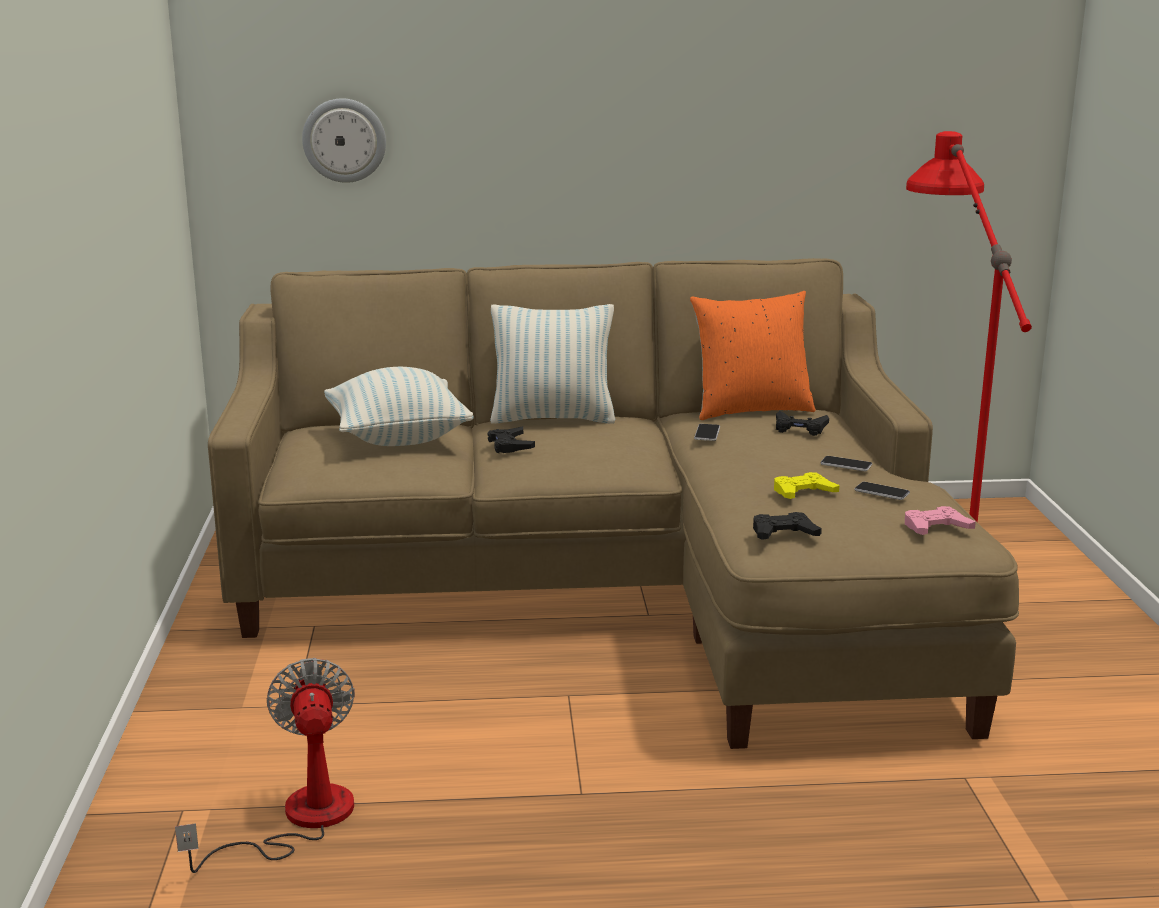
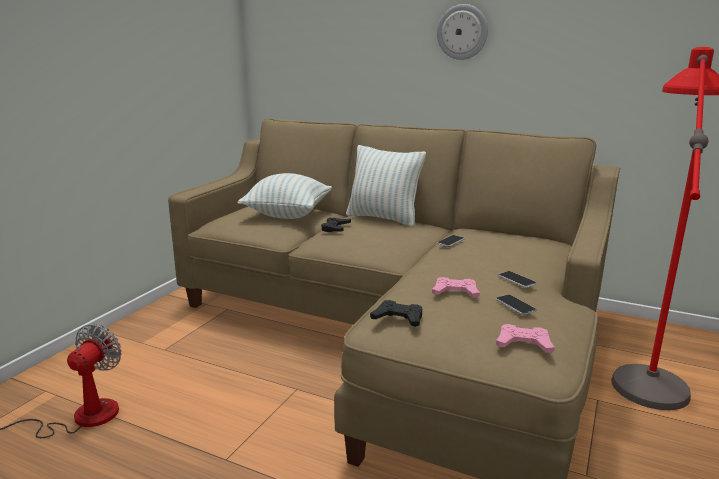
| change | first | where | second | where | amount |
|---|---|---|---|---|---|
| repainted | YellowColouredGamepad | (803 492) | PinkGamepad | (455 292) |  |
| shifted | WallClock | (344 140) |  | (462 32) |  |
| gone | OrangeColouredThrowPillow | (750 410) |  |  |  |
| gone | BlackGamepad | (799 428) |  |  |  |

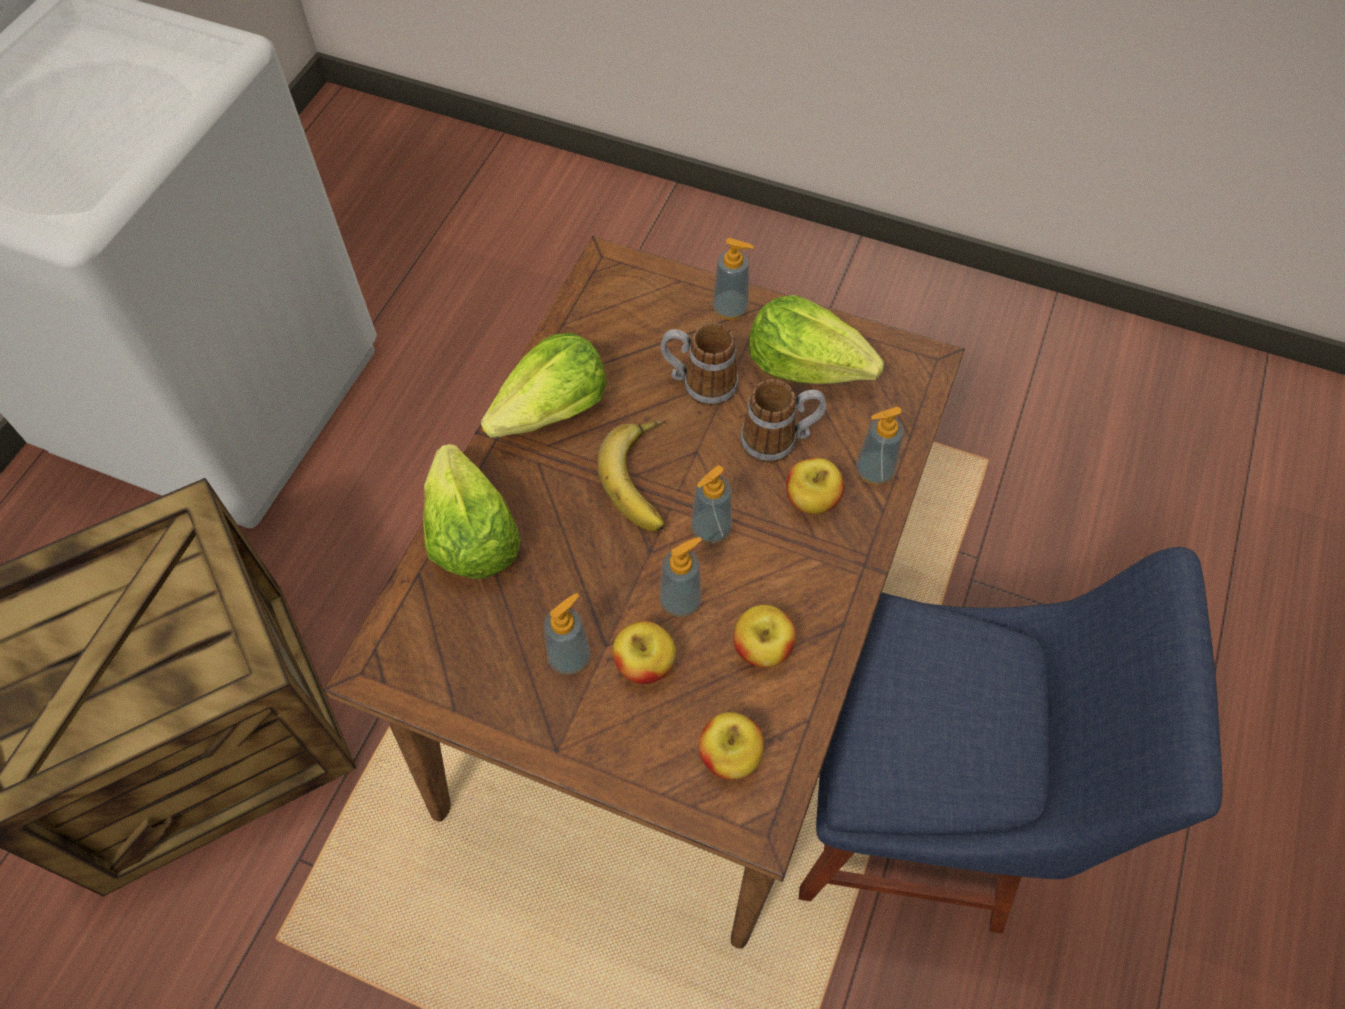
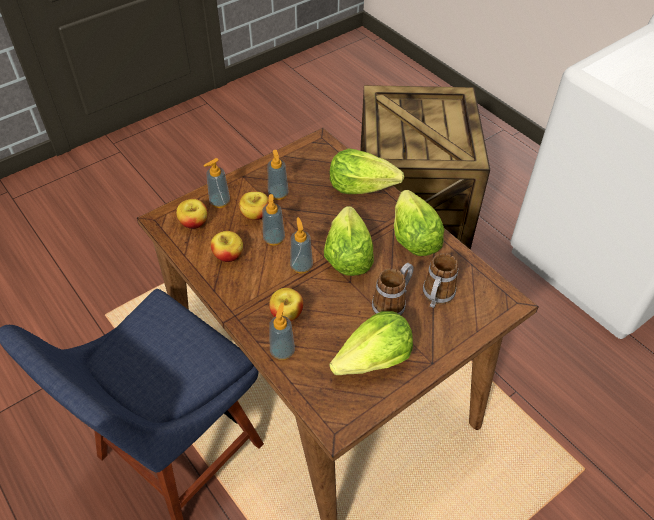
| change | first | where | second | where | amount |
|---|---|---|---|---|---|
| shifted | LiquidSoapBottle | (730 308) |  | (219 202) |  |
| swapped | Banana | (647 479) | Lettuce | (347 255) |  |
| shifted | CoffeeMug | (779 440) |  | (436 297) |  |

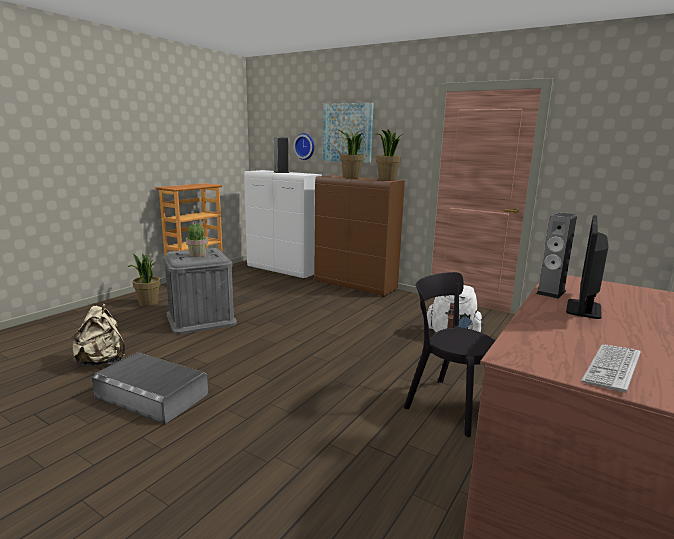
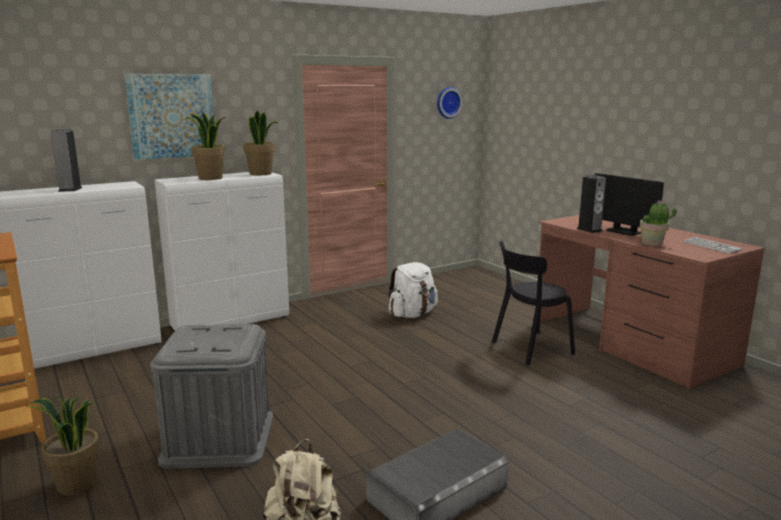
| change | first | where | second | where | amount |
|---|---|---|---|---|---|
| repainted | BrownCupboard | (355 286) | WhiteColouredCupboard | (231 321) |  |
| shifted | WallClock | (305 146) |  | (447 102) |  |
| shifted | Houseplant | (197 255) |  | (652 243) |  |

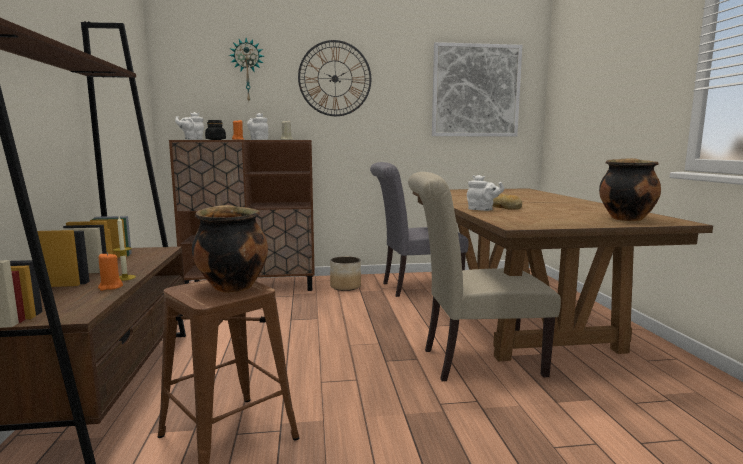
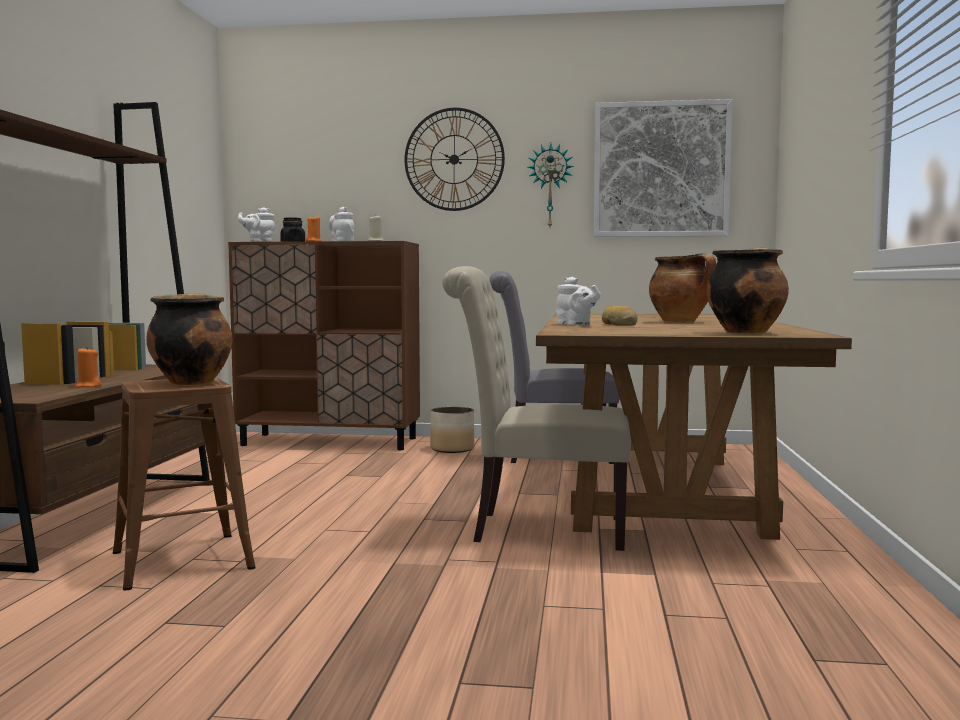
| change | first | where | second | where | amount |
|---|---|---|---|---|---|
| shifted | WallClock | (247 70) |  | (550 186) |  |
| new |  |  | CookingPot | (681 322) |  |
| gone | WaxLight | (125 278) |  |  |  |

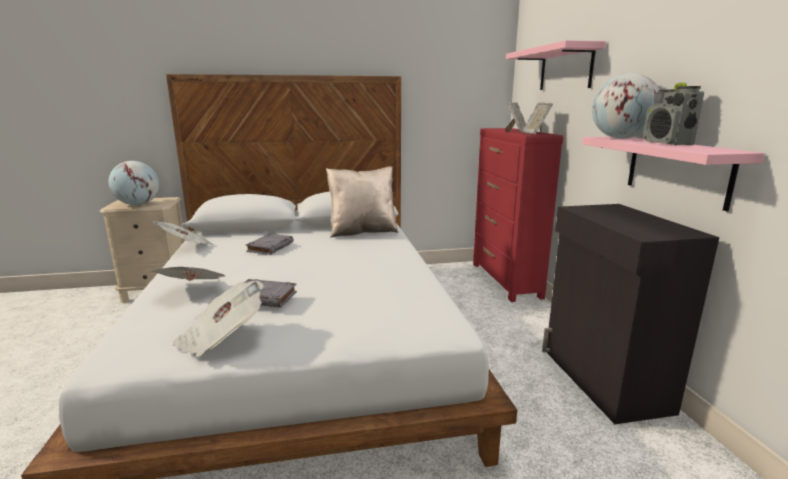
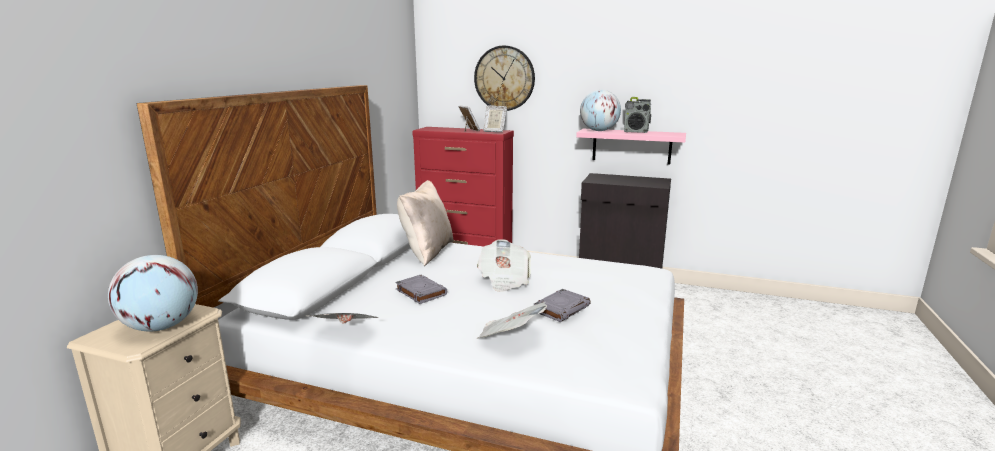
| change | first | where | second | where | amount |
|---|---|---|---|---|---|
| swapped | PinkBracketShelf | (565 69) | WallClock | (504 78) |  |
| shifted | Newspaper | (221 338) |  | (504 280) |  |

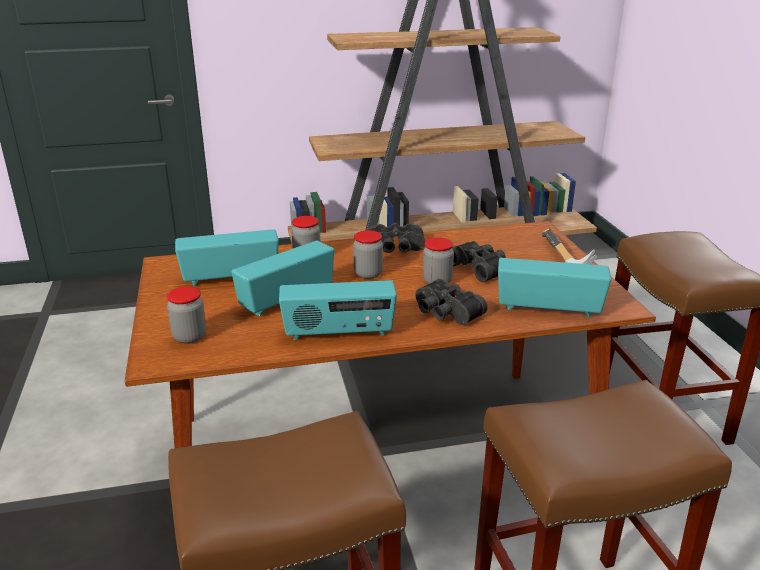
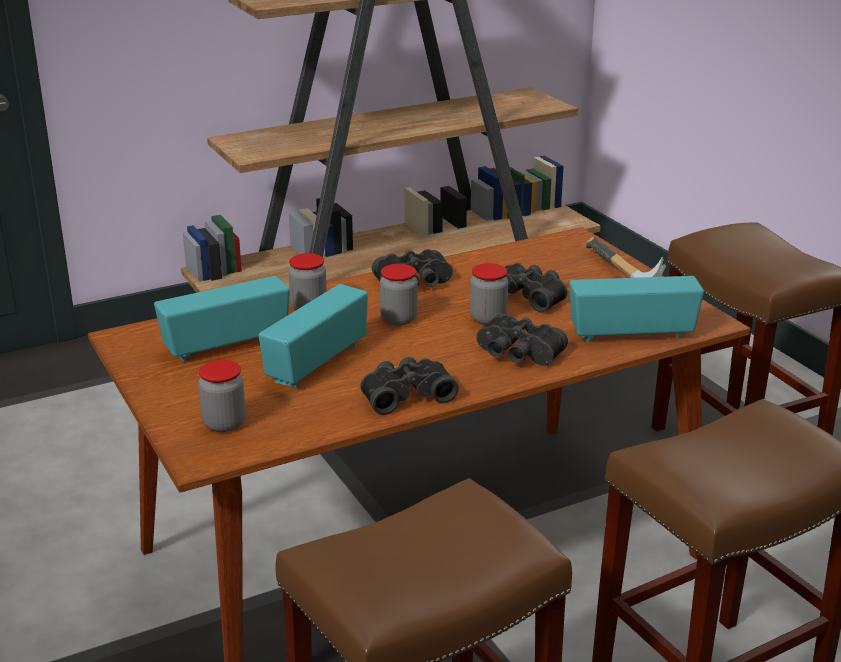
| change | first | where | second | where | amount |
|---|---|---|---|---|---|
| swapped | Radio | (339 333) | BlackBinoculars | (406 394) |  |

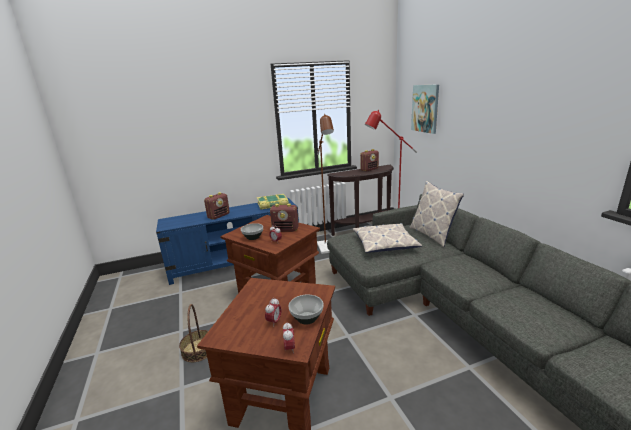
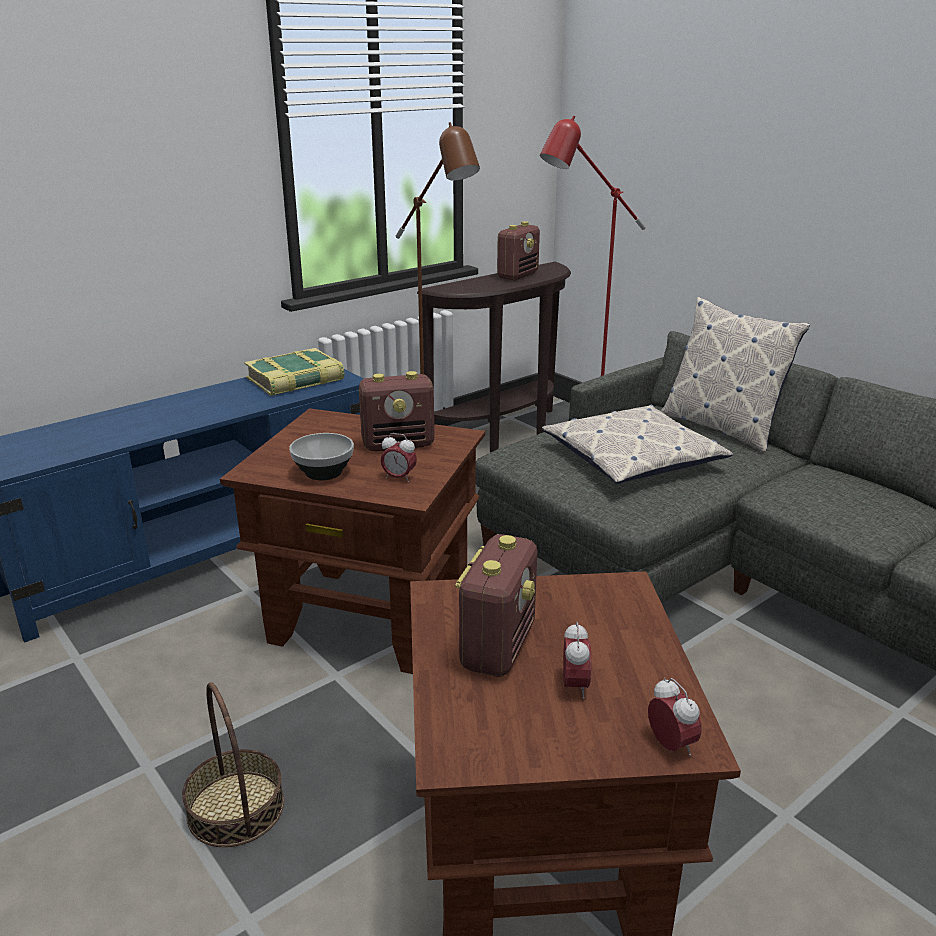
| change | first | where | second | where | amount |
|---|---|---|---|---|---|
| shifted | Radio | (219 216) |  | (497 646) |  |
| gone | DeepDish | (307 318) |  |  |  |
| gone | WallArt | (425 108) |  |  |  |

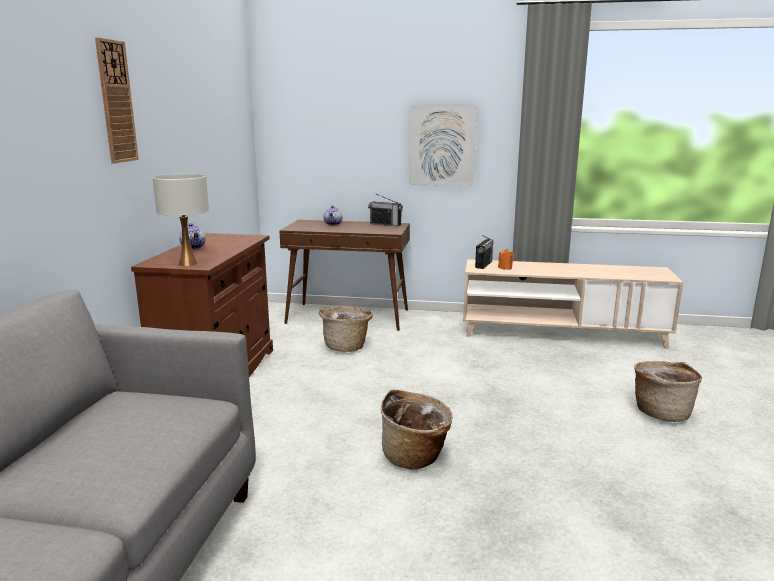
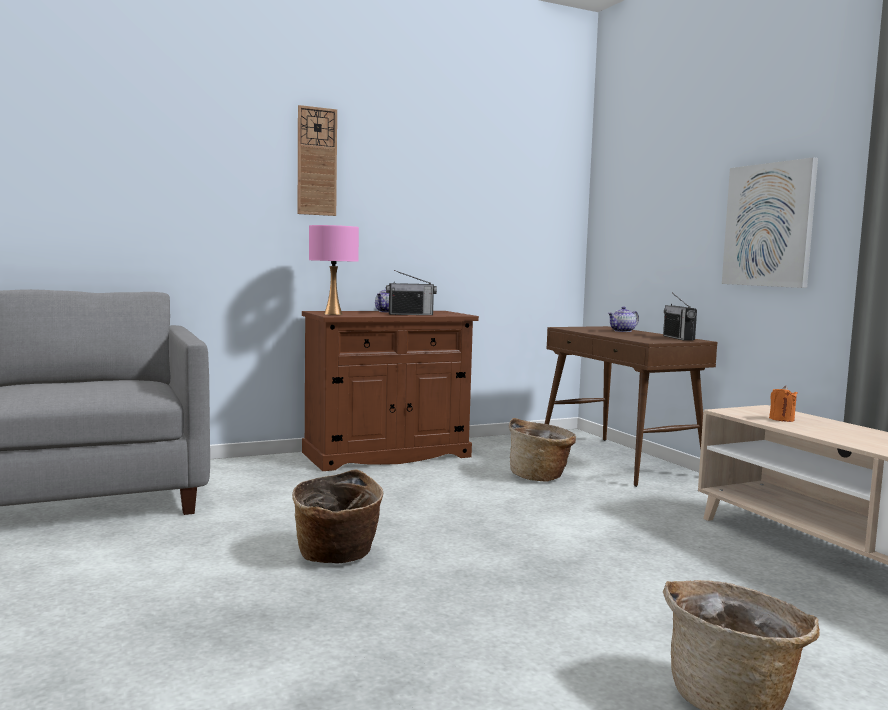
| change | first | where | second | where | amount |
|---|---|---|---|---|---|
| repainted | WhiteColouredLampForATable | (188 263) | PinkLampForATable | (333 314) |  |
| shifted | Radio | (483 264) |  | (410 314) |  |

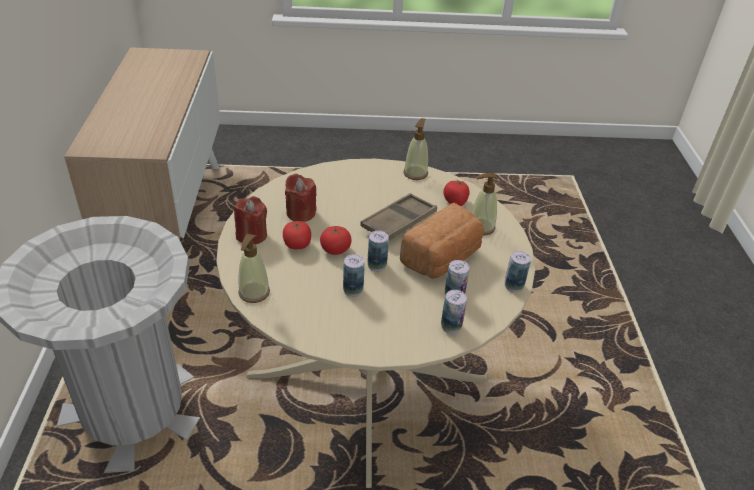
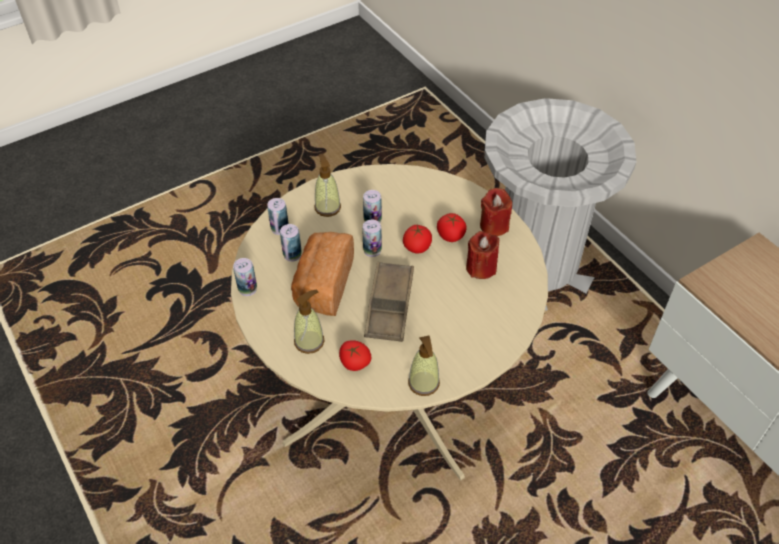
| change | first | where | second | where | amount |
|---|---|---|---|---|---|
| shifted | LiquidSoapBottle | (254 293) |  | (327 207) |  |

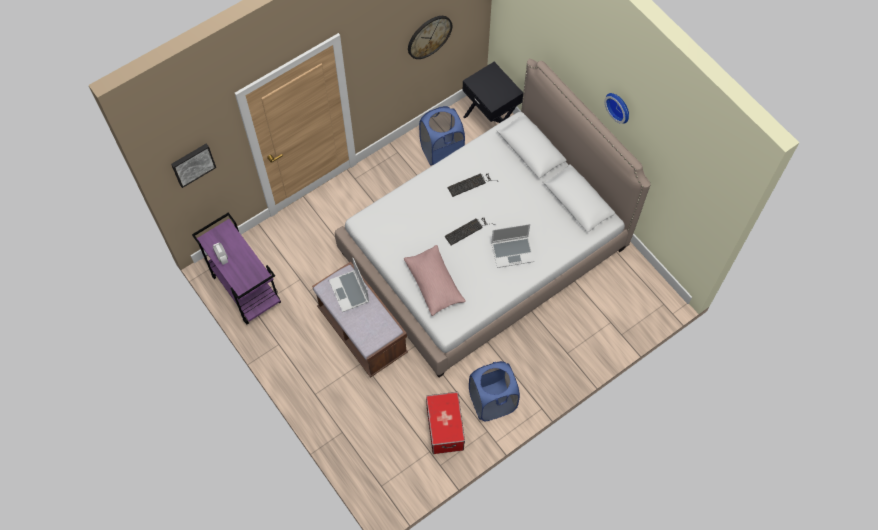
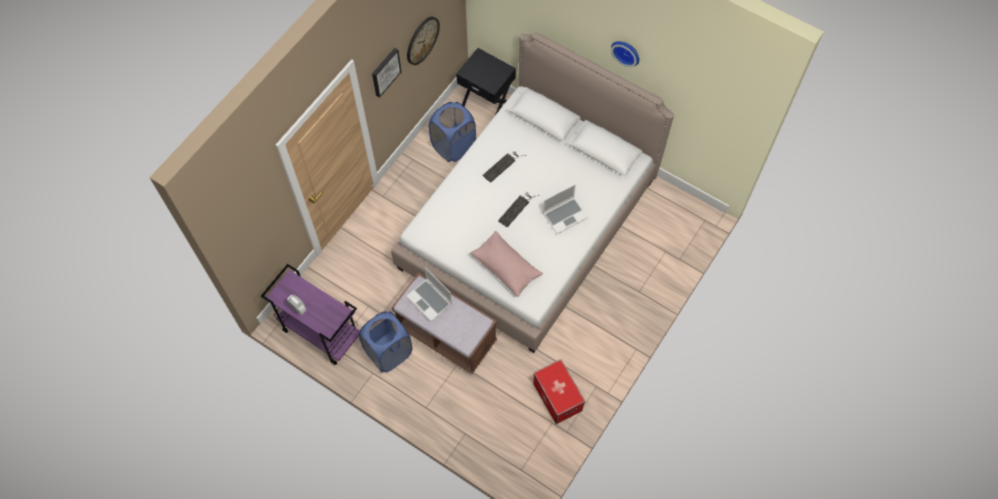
| change | first | where | second | where | amount |
|---|---|---|---|---|---|
| shifted | BlueLaundryBasket | (492 402) |  | (388 352) |  |
| shifted | WallArt | (192 164) |  | (385 71) |  |

